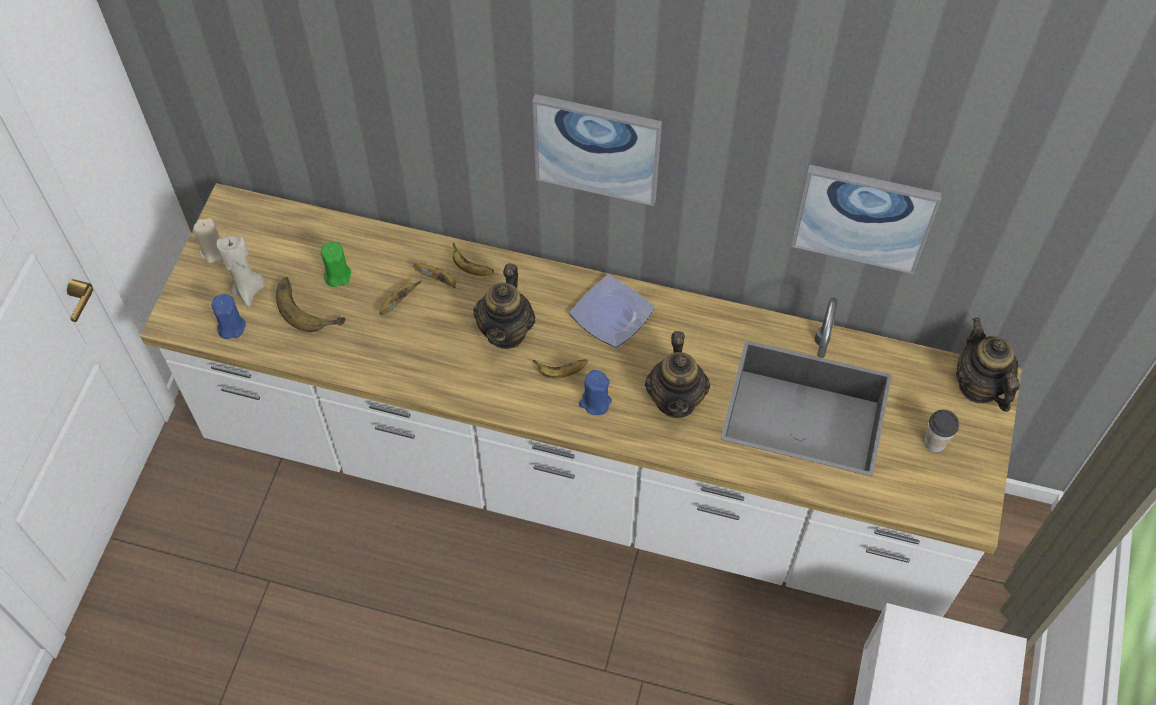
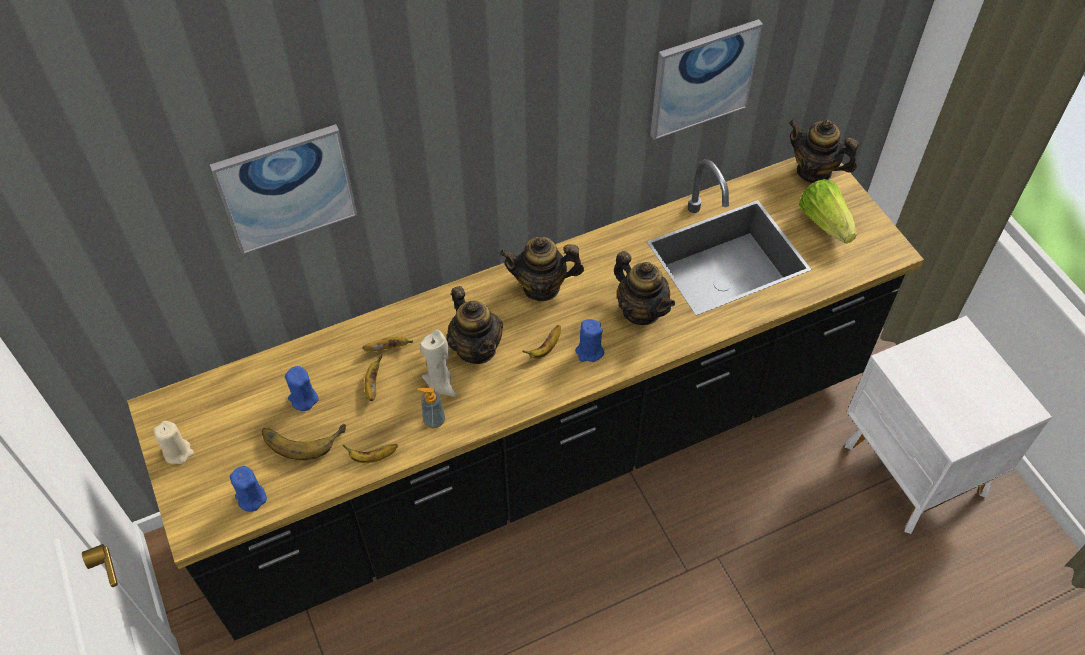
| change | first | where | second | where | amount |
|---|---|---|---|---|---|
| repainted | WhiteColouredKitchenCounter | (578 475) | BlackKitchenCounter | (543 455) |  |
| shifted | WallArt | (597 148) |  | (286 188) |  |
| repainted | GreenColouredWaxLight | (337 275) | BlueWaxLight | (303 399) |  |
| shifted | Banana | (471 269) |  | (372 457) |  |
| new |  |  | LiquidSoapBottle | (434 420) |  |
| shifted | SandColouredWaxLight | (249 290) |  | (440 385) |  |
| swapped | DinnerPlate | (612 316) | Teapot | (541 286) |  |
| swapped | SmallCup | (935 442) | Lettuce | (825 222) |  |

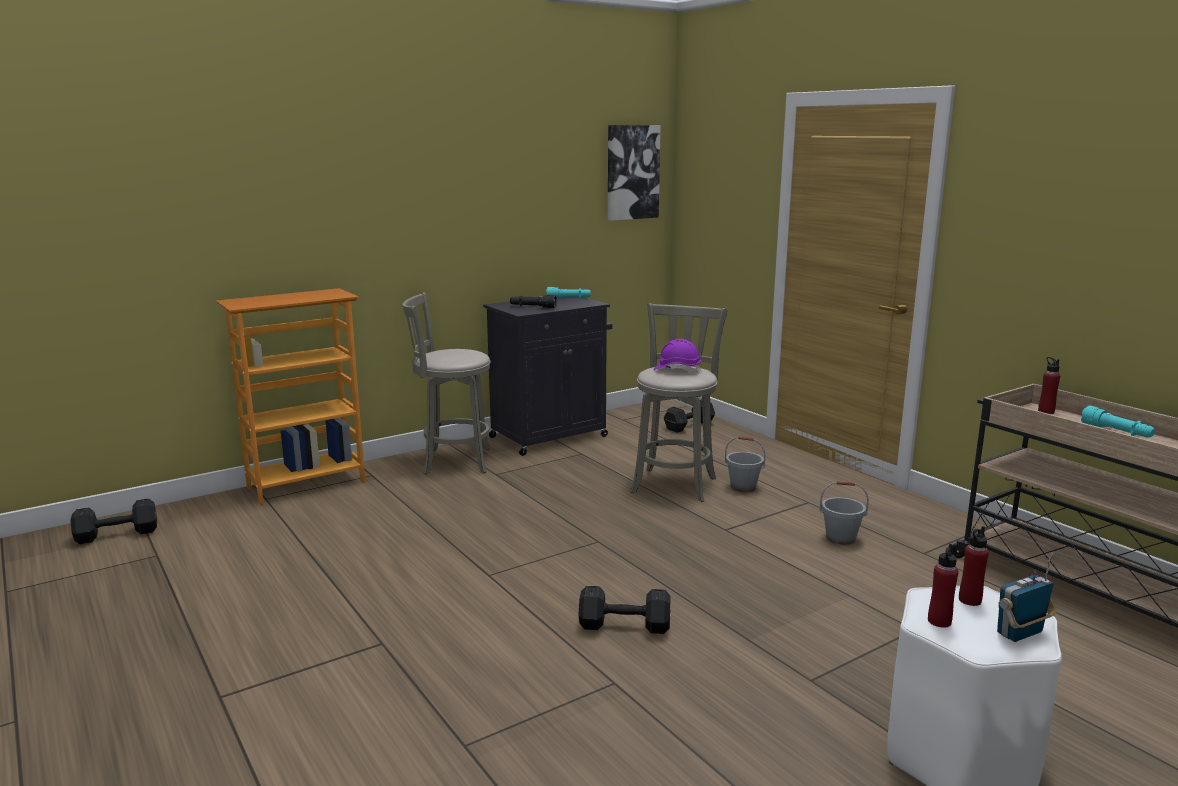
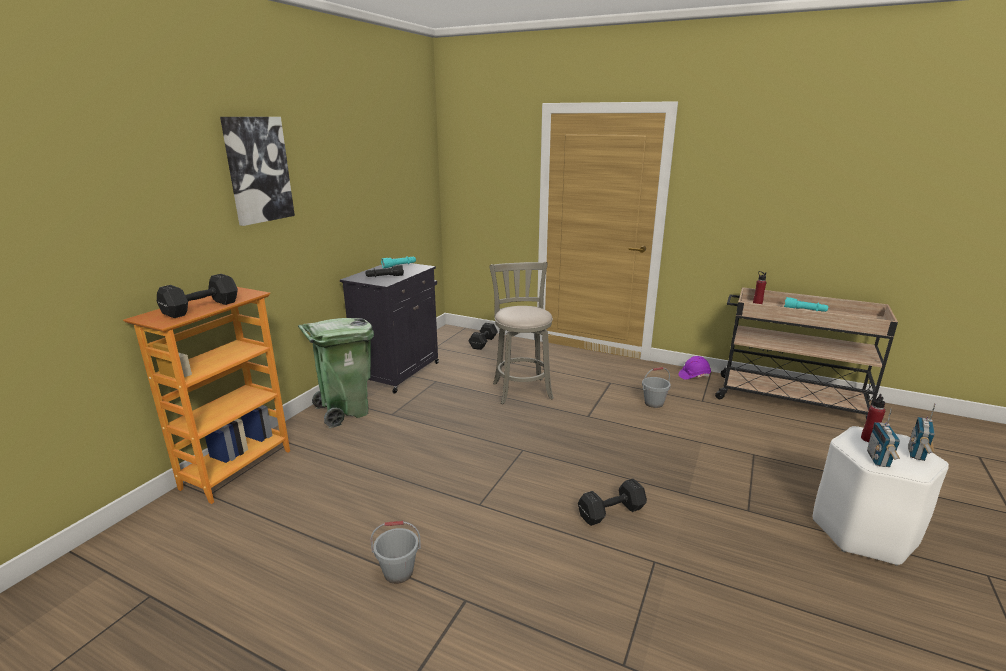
| change | first | where | second | where | amount |
|---|---|---|---|---|---|
| shifted | BlackFreeWeight | (115 534) |  | (199 308) |  |
| shifted | WallArt | (632 172) |  | (258 170) |  |
| swapped | GreyStool | (453 461) | GreenColouredTrashCan | (345 411) |  |
| shifted | GreyWaterBucket | (743 487) |  | (398 572) |  |
| shifted | PurpleColouredWorkHelmet | (677 370) |  | (694 376) |  |
| swapped | ReddishDrinkBottle | (939 621) | Radio | (879 460) |  |

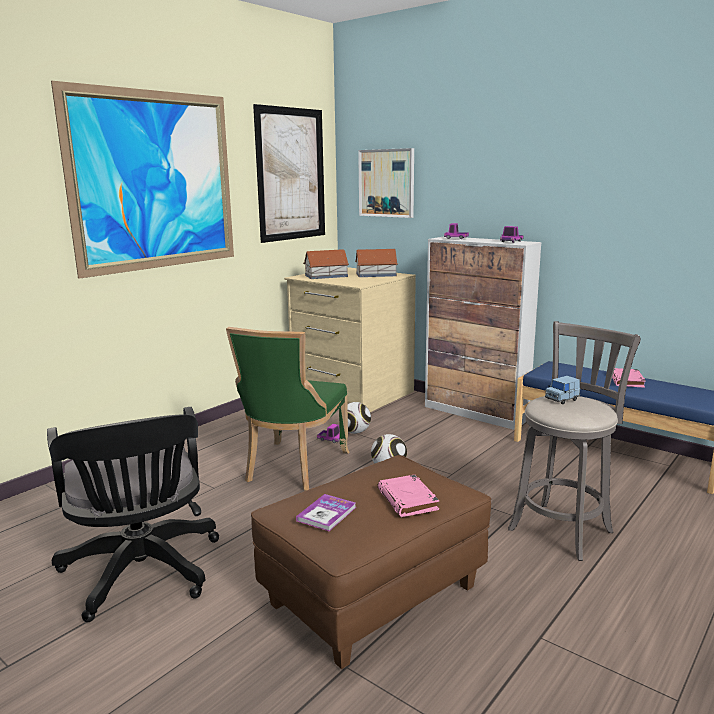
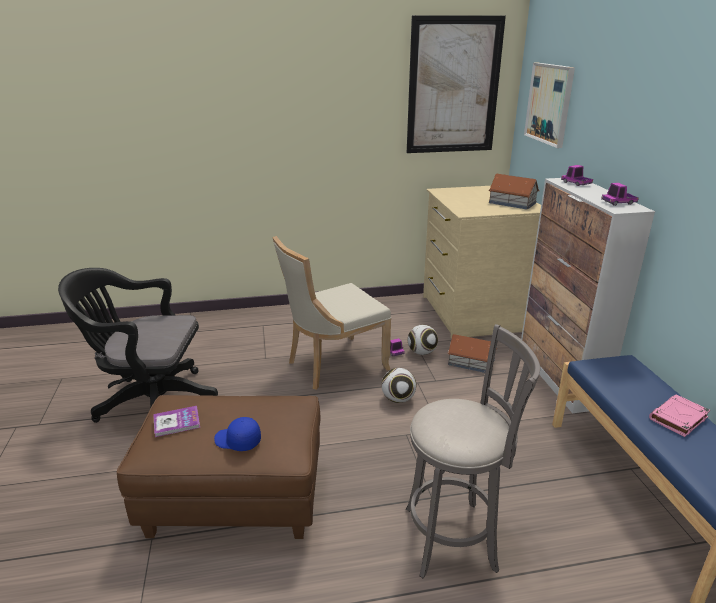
| change | first | where | second | where | amount |
|---|---|---|---|---|---|
| rotated | BlackDeskChair | (142 574) |  | (151 403) | 75 degrees clockwise |
| swapped | PinkVolume | (408 500) | BlueCap | (237 441) |  |
| repainted | GreenColouredPlainChair | (293 468) | SandColouredPlainChair | (333 365) |  |
| shifted | ToyHouse | (326 276) |  | (471 362) |  |
| gone | WallArt | (155 181) |  |  |  |
| gone | BlueMiniatureCar | (561 399) |  |  |  |

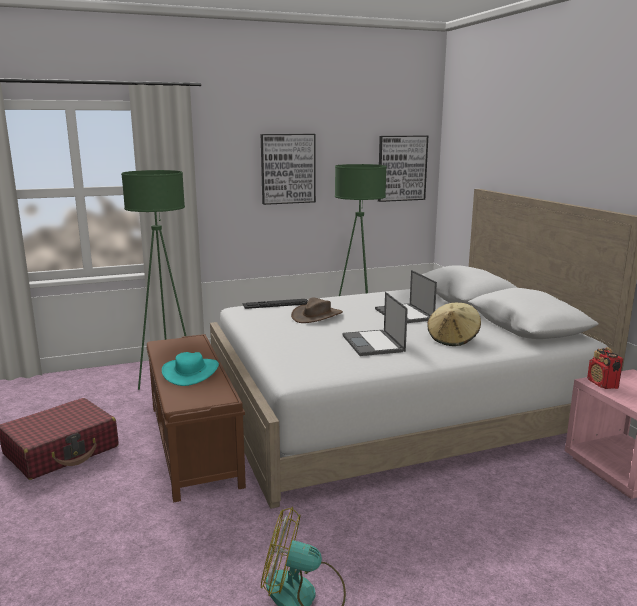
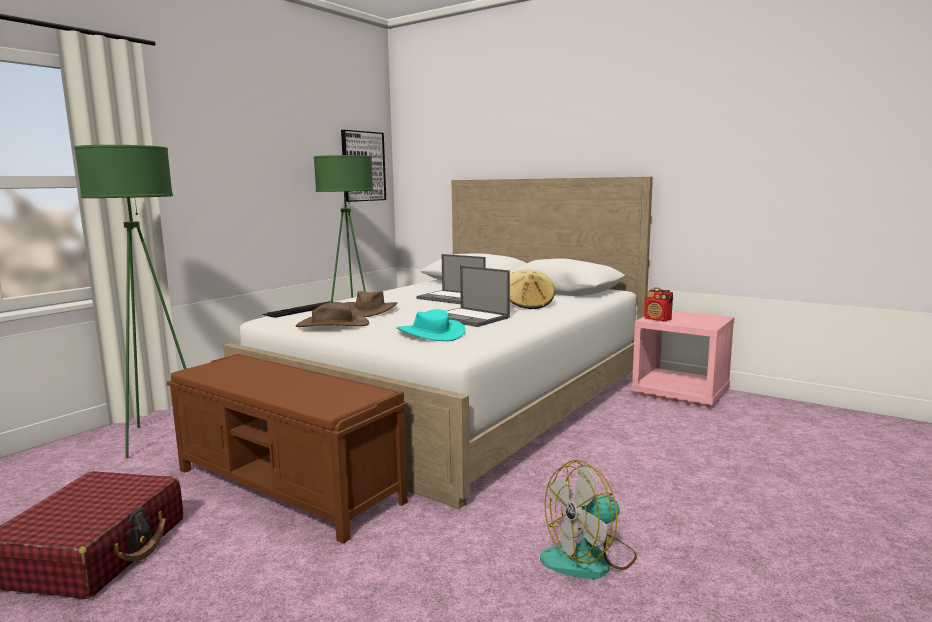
| change | first | where | second | where | amount |
|---|---|---|---|---|---|
| new |  |  | BrownClothingHat | (333 325) |  |
| shifted | TurquoiseClothingHat | (191 372) |  | (431 333) |  |
| gone | WallArt | (288 168) |  |  |  |

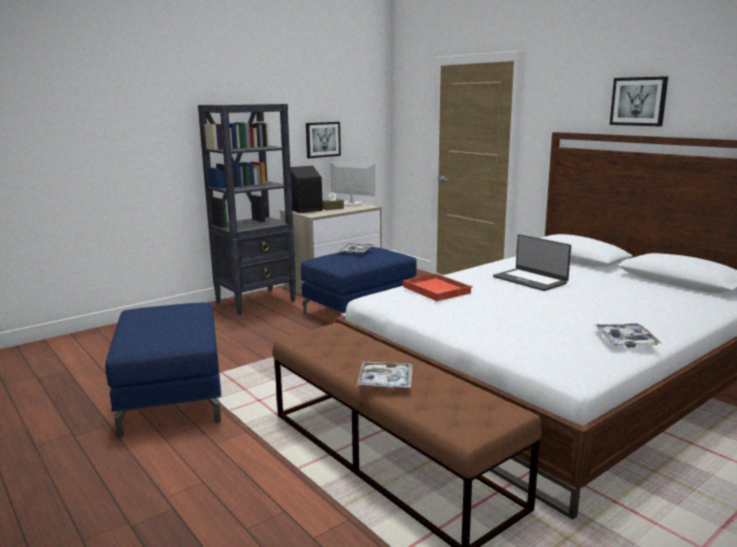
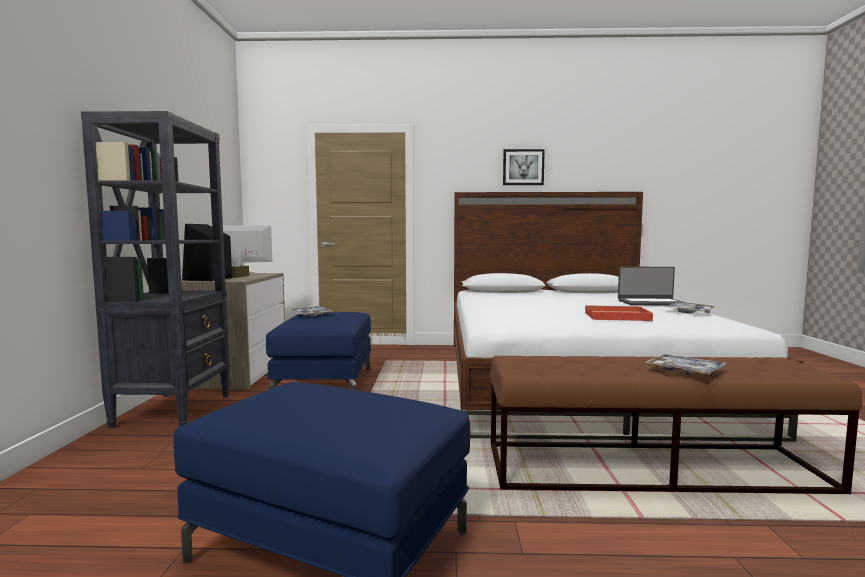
| change | first | where | second | where | amount |
|---|---|---|---|---|---|
| shifted | ReddishTray | (435 289) |  | (615 316) |  |
| shifted | Laptop | (530 280) |  | (651 302) |  |
| gone | WallArt | (322 139) |  |  |  |

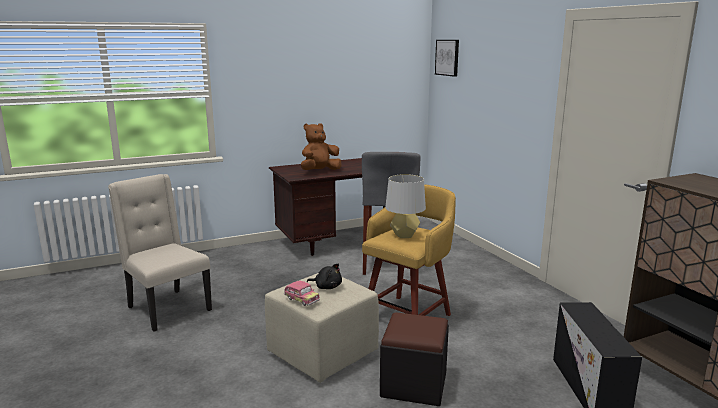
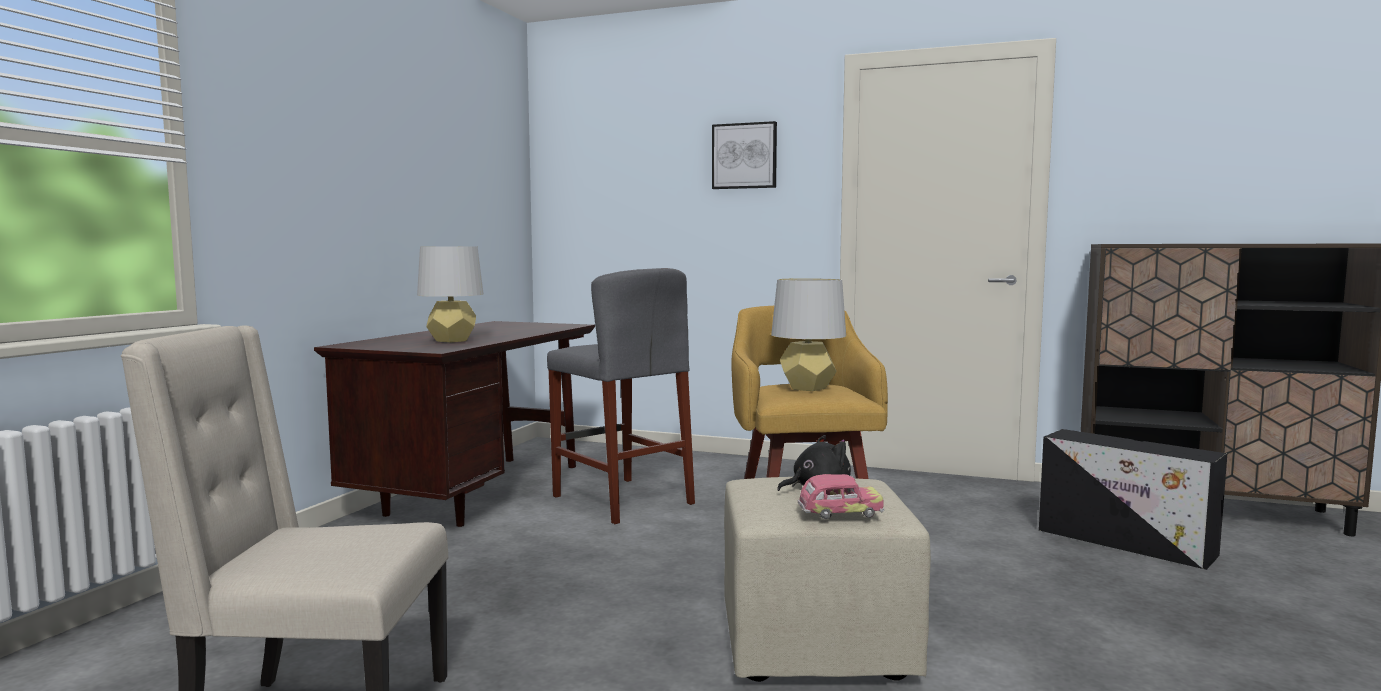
| change | first | where | second | where | amount |
|---|---|---|---|---|---|
| swapped | BrownCuddlyToy | (319 171) | GreyLampForATable | (452 340) |  |
| shifted | WallArt | (447 57) |  | (744 156) |  |
| gone | BlackPouffe | (414 384) |  |  |  |

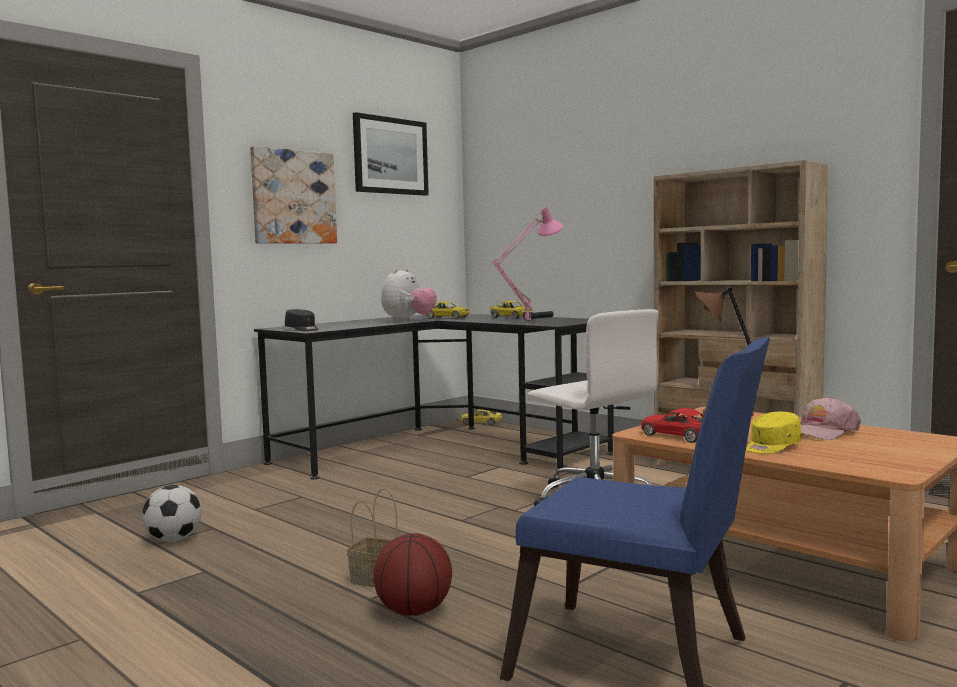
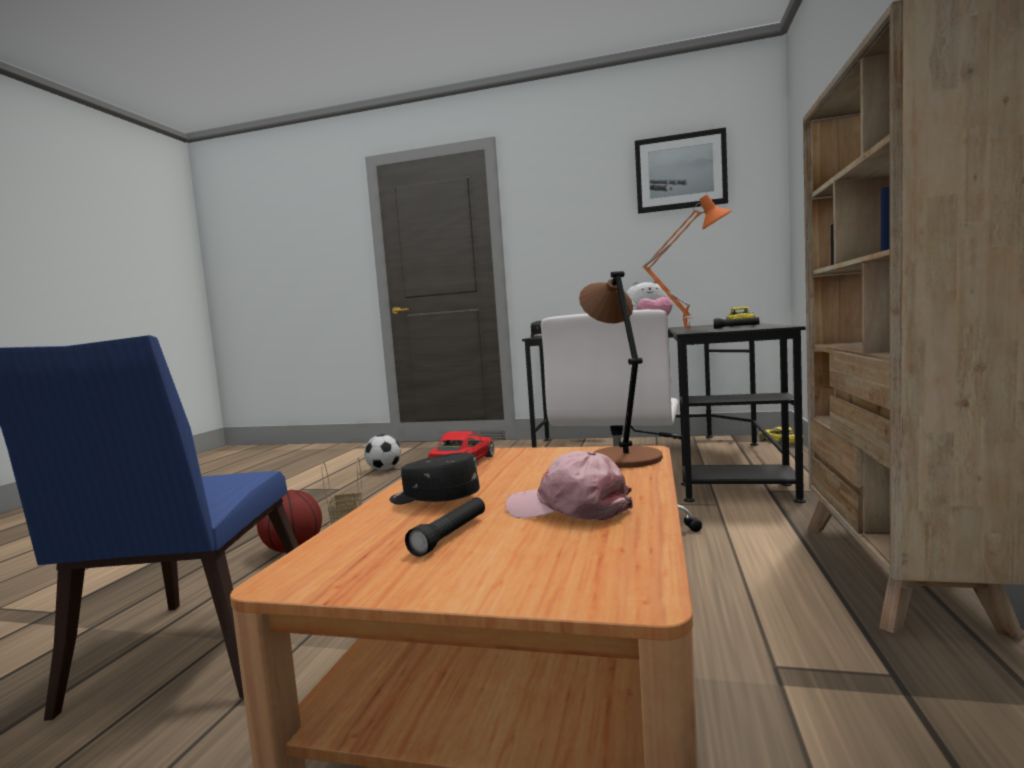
| change | first | where | second | where | amount |
|---|---|---|---|---|---|
| repainted | YellowColouredCap | (771 447) | BlackCap | (433 500) |  |
| new |  |  | BlackHandTorch | (450 535) |  |
| repainted | PinkLampForATable | (528 323) | OrangeColouredLampForATable | (689 331) |  |
| gone | WallArt | (293 197) |  |  |  |
| gone | YellowColouredMiniatureCar | (446 318) |  |  |  |

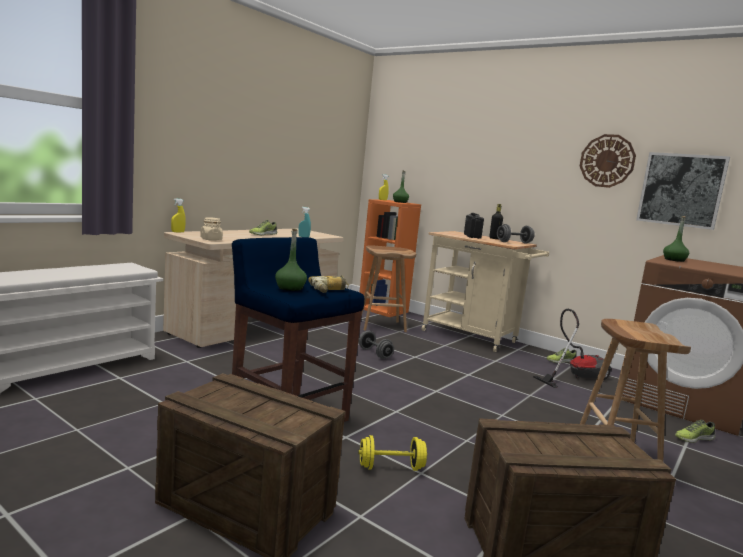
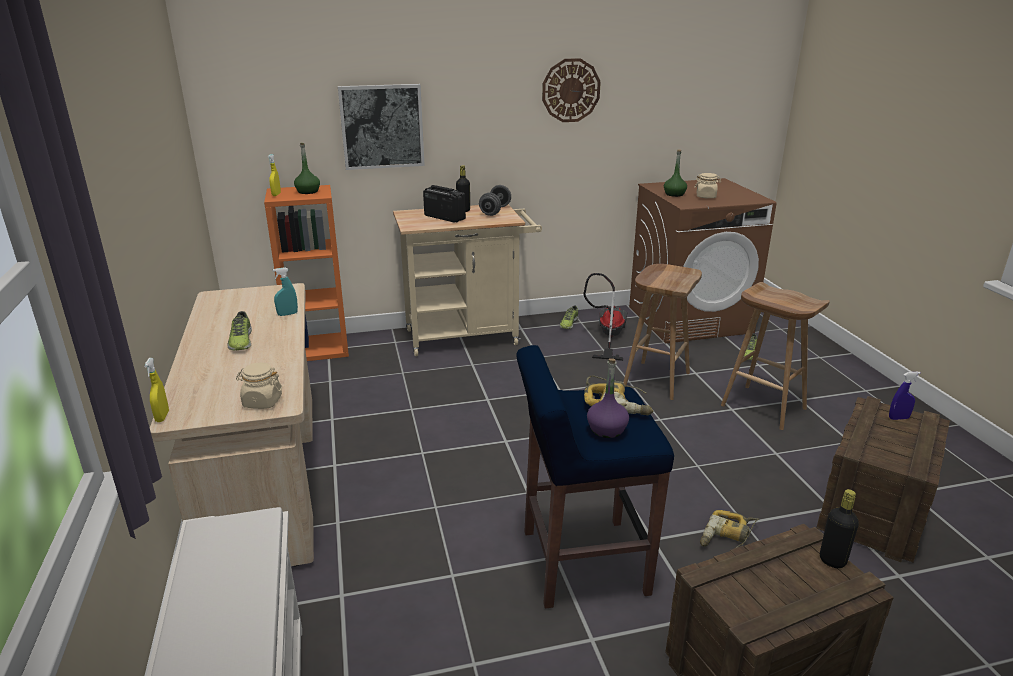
| change | first | where | second | where | amount |
|---|---|---|---|---|---|
| shifted | WallArt | (681 190) |  | (382 126) |  |
| repainted | GreenColouredDrinkBottle | (290 288) | PurpleColouredDrinkBottle | (607 429) |  |
| shifted | BrownStool | (382 326) |  | (656 379) |  |
| new |  |  | SandColouredPreserveJar | (706 196) |  |
| swapped | YellowColouredFreeWeight | (391 467) | ElectricDrill | (727 537) |  |
| new |  |  | BlackDrinkBottle | (832 560) |  |
| new |  |  | BlueHandSprayer | (898 418) |  |
| gone | GreyFreeWeight | (374 354) |  |  |  |

